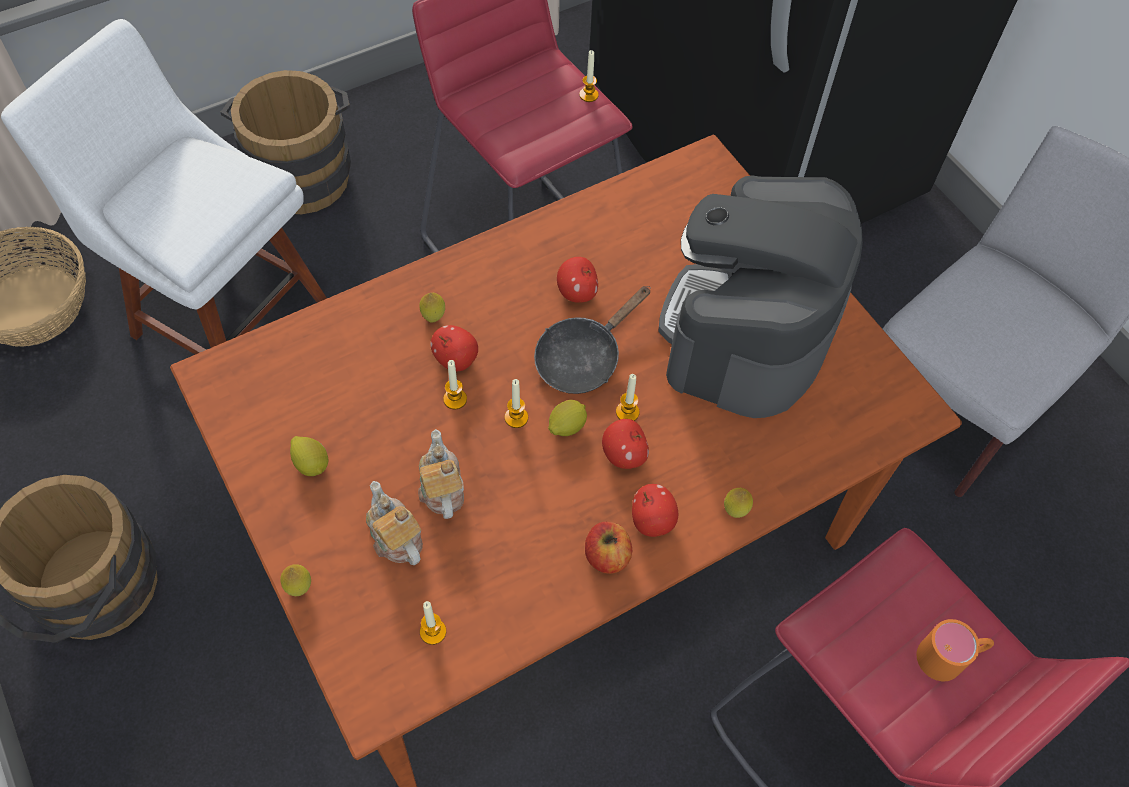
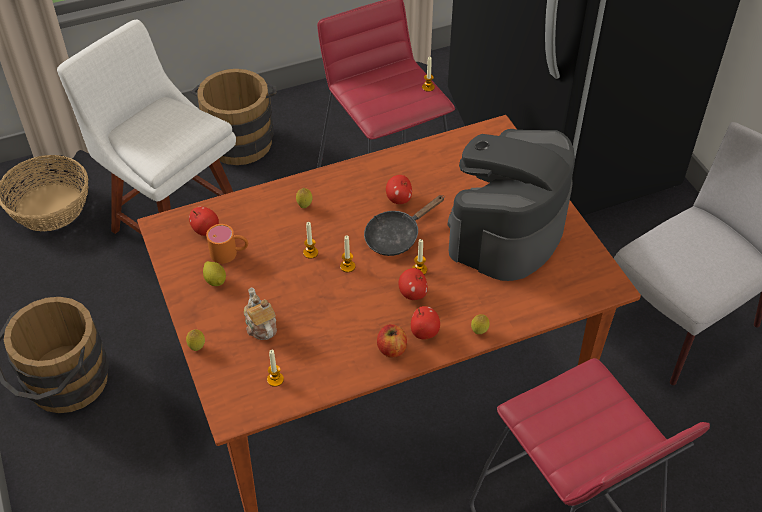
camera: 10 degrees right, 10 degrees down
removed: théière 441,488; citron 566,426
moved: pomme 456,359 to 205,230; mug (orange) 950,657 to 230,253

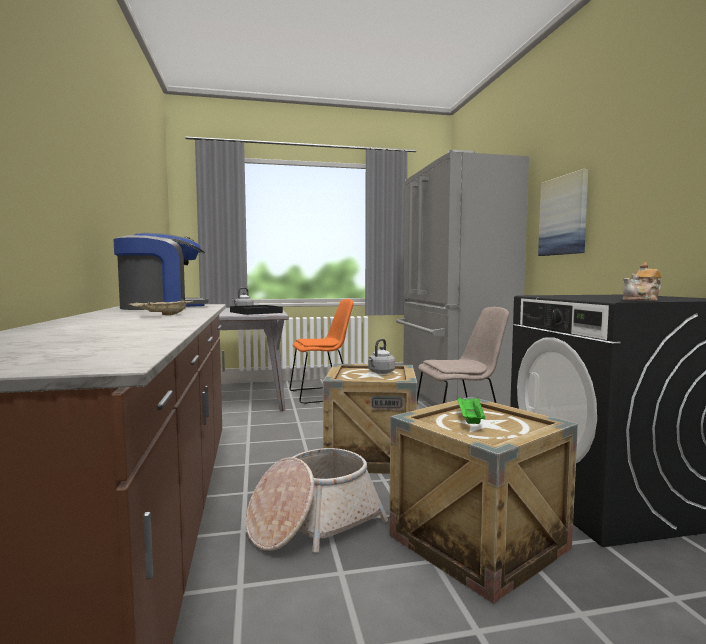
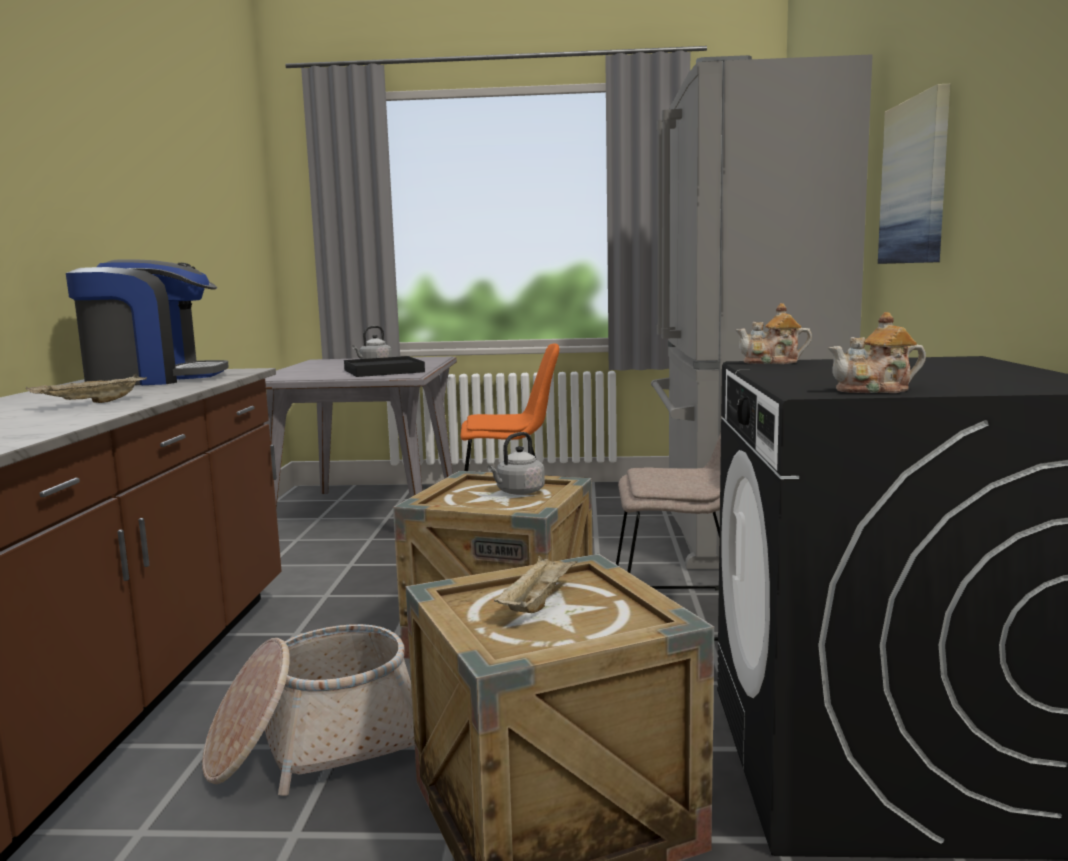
camera: 15 degrees right, 5 degrees up
added: théière 772,362
recoloured: plateau (vert) 470,420 to plateau (beige) 537,602

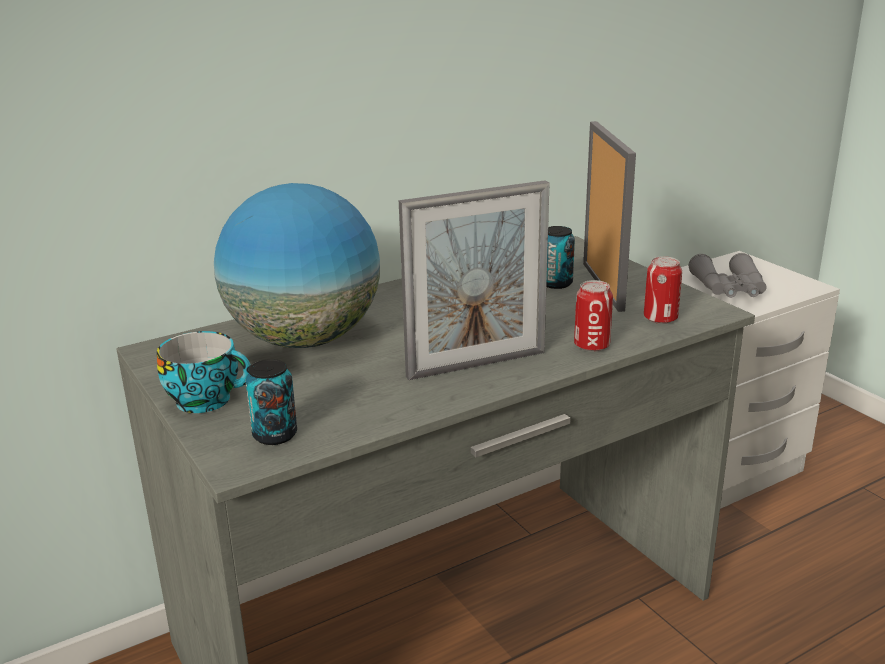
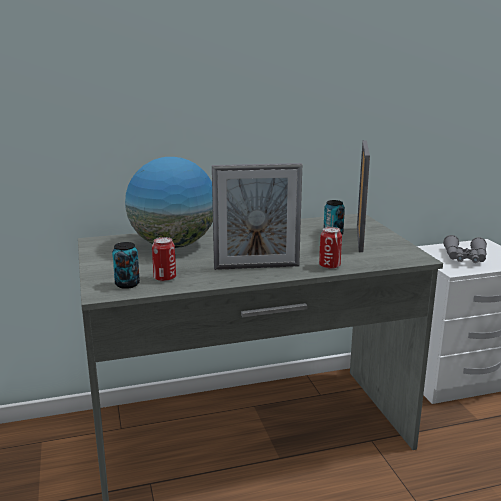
camera: 15 degrees right, 5 degrees down
removed: tasse 208,399
moved: boîte métallique 660,318 to 165,278

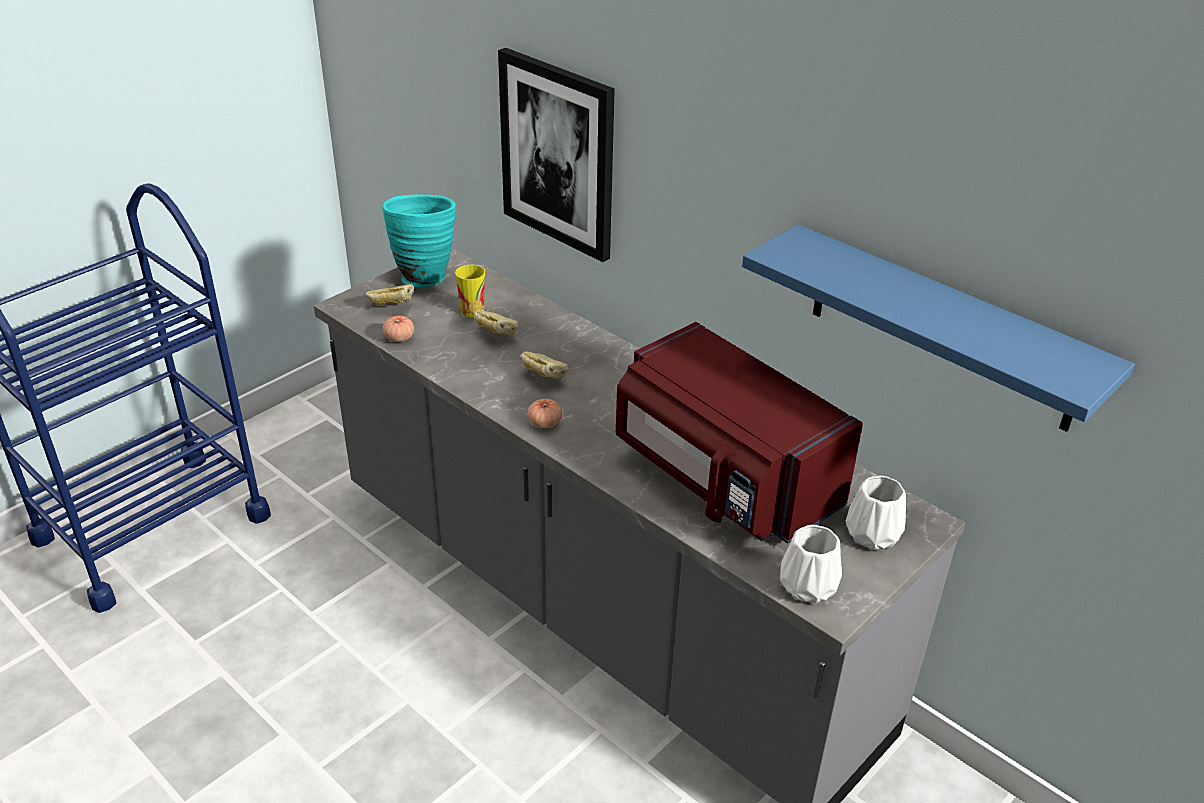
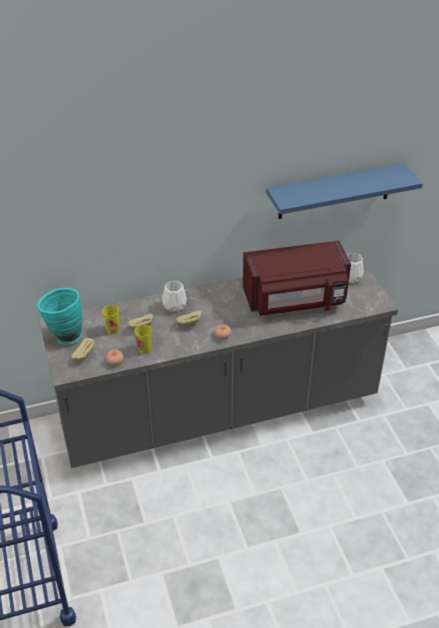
camera: 60 degrees left, 5 degrees up
removed: tableau 558,154
added: tasse 144,349
moved: vase (blanc) 808,585 to 174,305

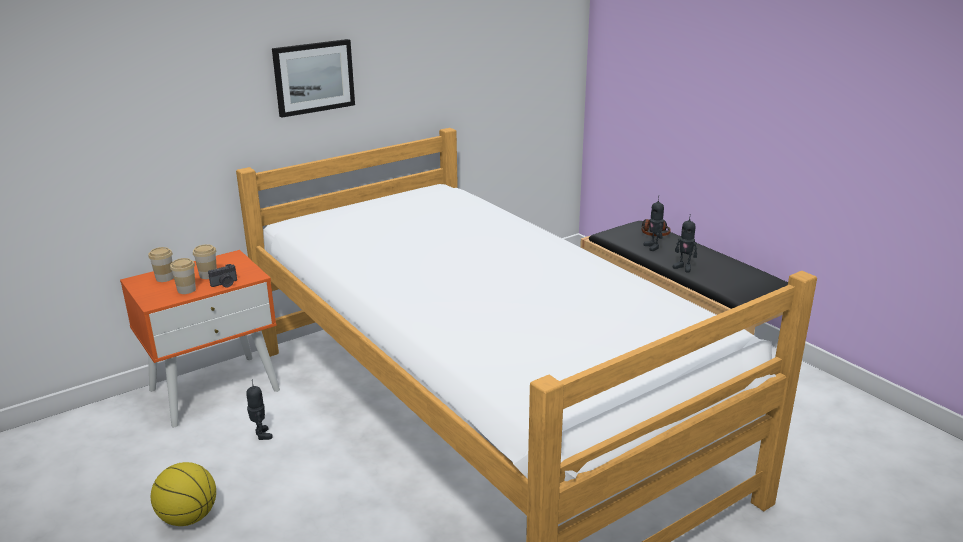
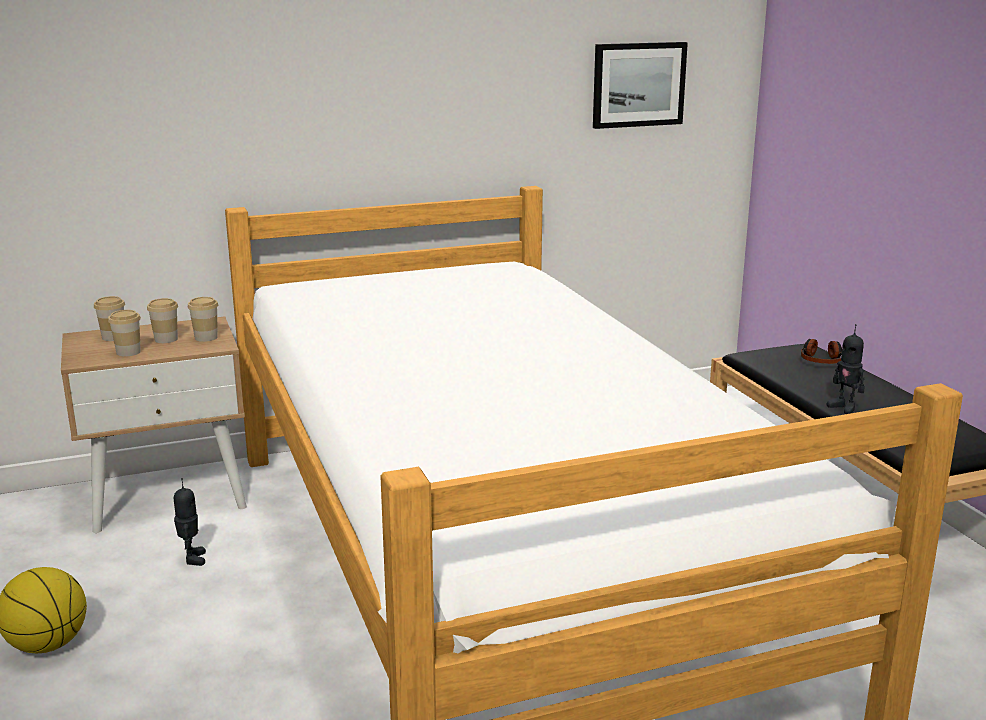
camera: 15 degrees right, 5 degrees down
removed: appareil photo 225,284; robot jouet 653,247
added: tasse 206,337
moved: tableau 313,77 to 638,84
recoloured: table de chevet (orange) 215,389 to table de chevet (beige) 168,495

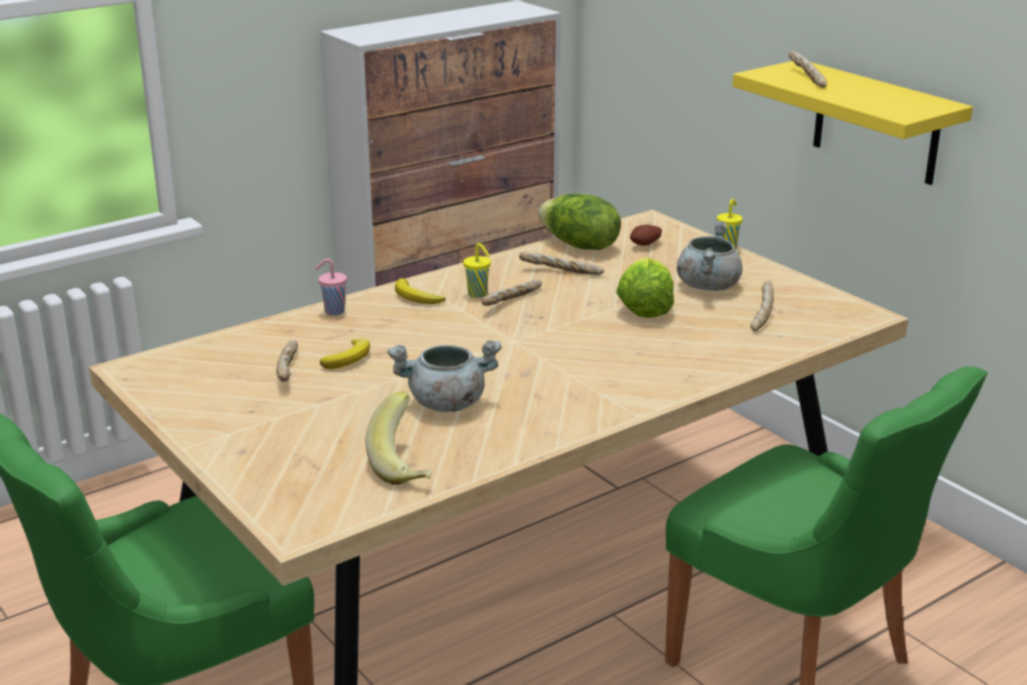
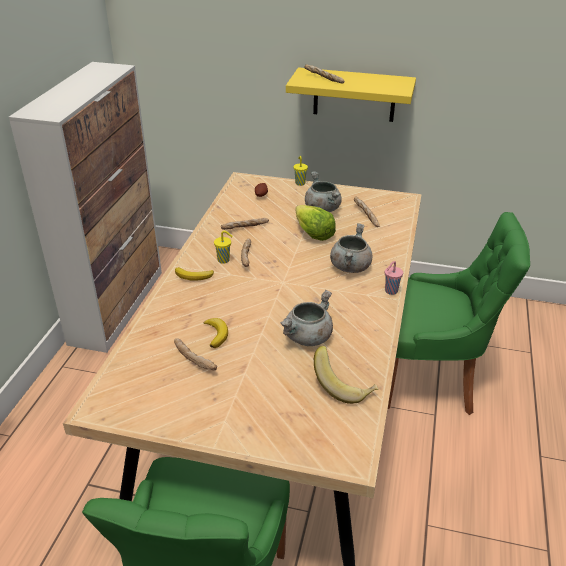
camera: 40 degrees left, 10 degrees up
removed: laitue 579,245
added: marmite (gris) 350,266
moved: tasse (rose) 333,311 to 390,291

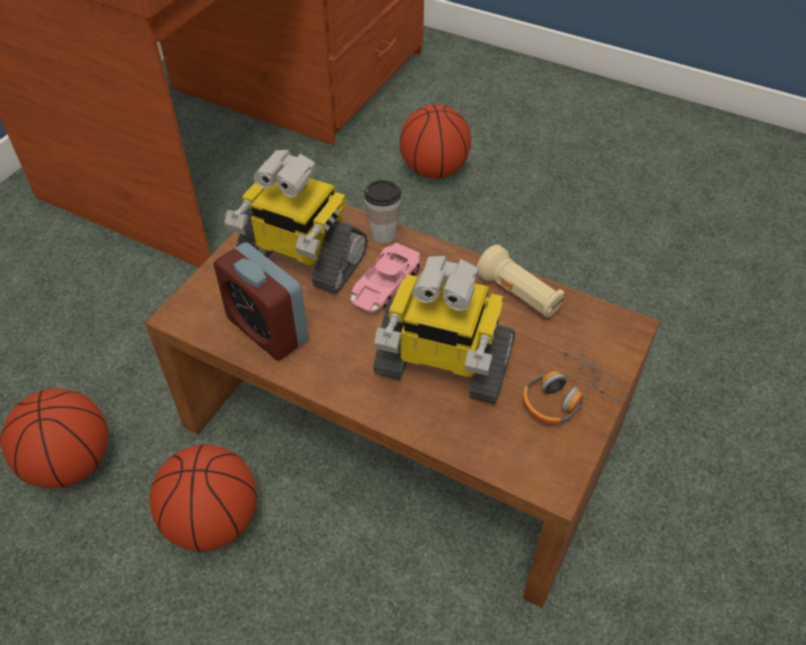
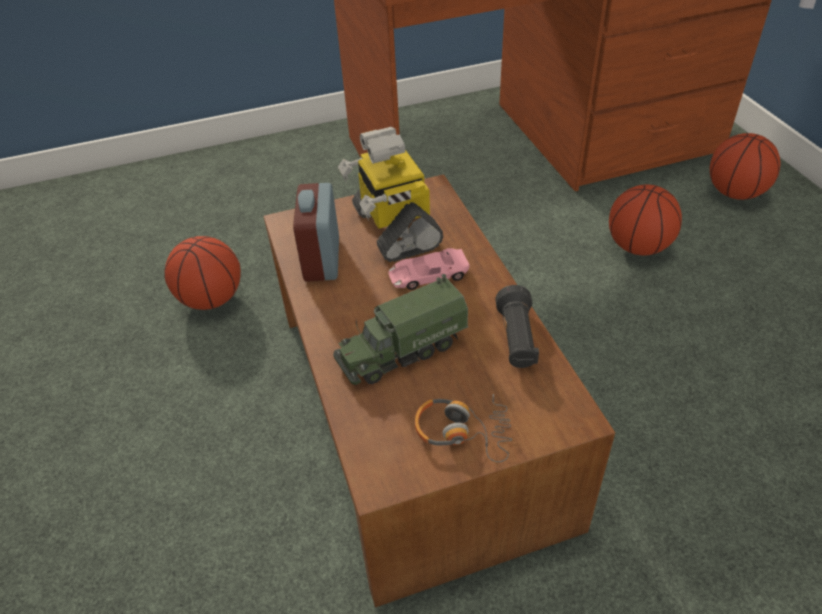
camera: 45 degrees right, 5 degrees down
removed: tasse 383,234
moved: ballon de basket 212,522 to 734,193
replaced: robot jouet 442,365 to camion jouet 401,350
recoloured: lampe de poche (beige) 519,295 to lampe de poche (noir) 516,340

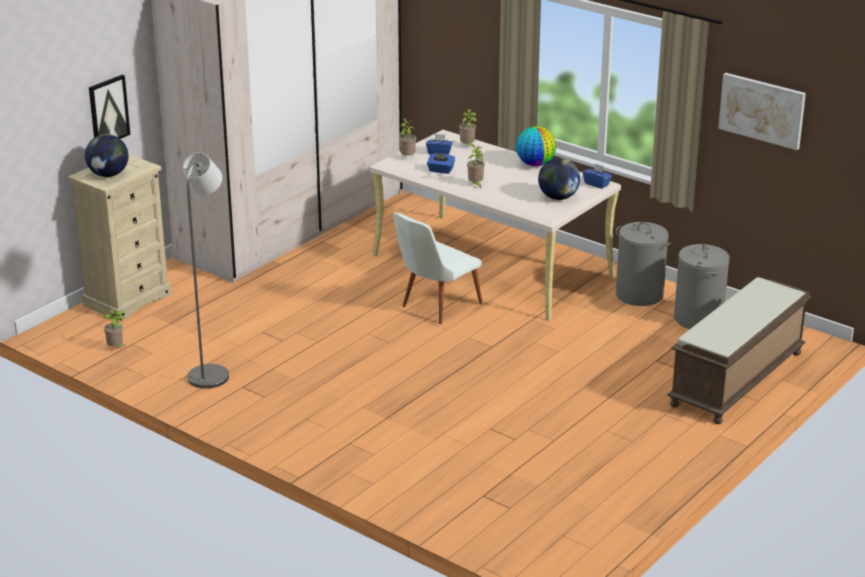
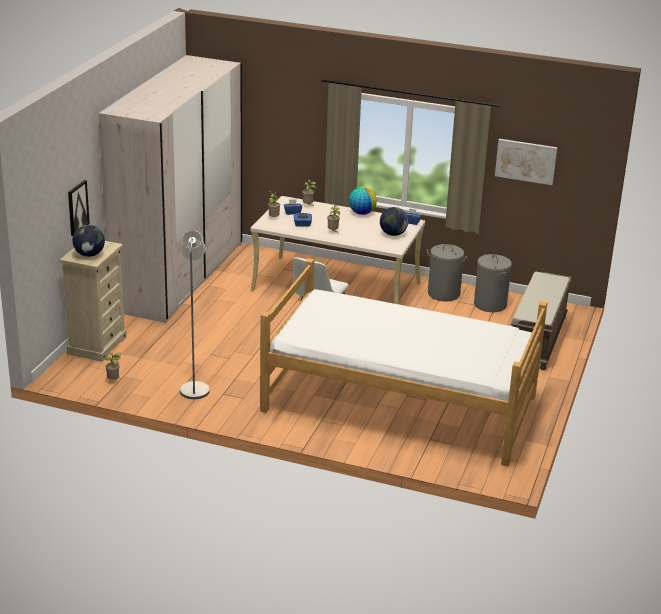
camera: 20 degrees left, 0 degrees up
added: lit 400,404

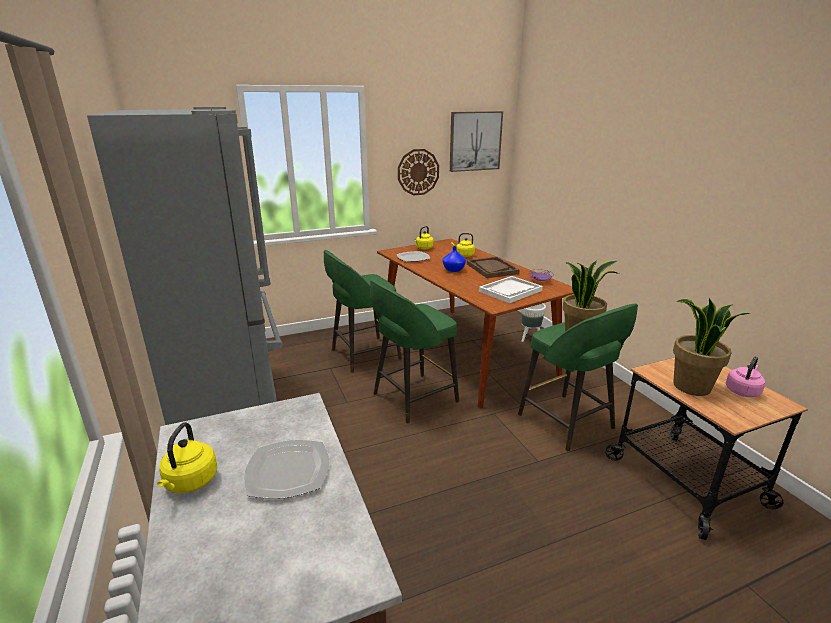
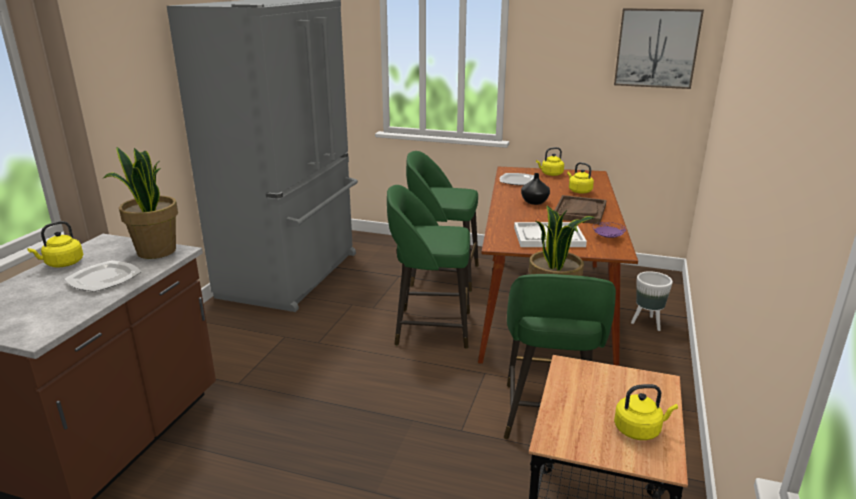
camera: 40 degrees right, 0 degrees up
removed: horloge murale 418,172
moved: plante en pot 691,387 to 155,251
recoloured: vase (bleu) 453,270 to vase (noir) 534,202; bouilloire (rose) 742,391 to bouilloire (jaune) 639,430

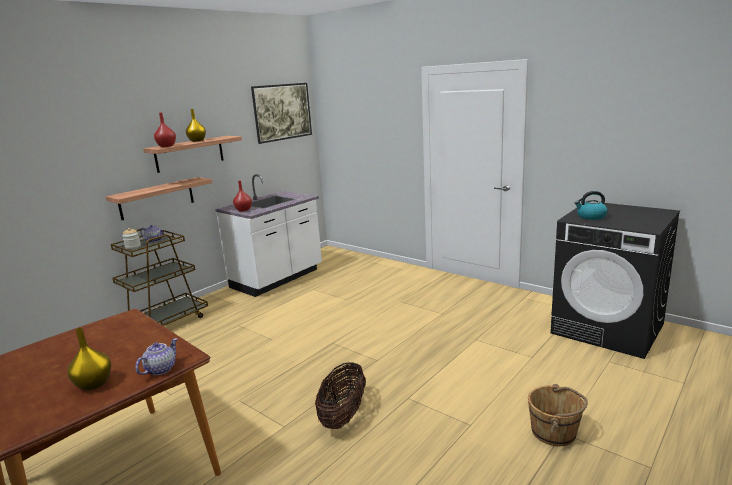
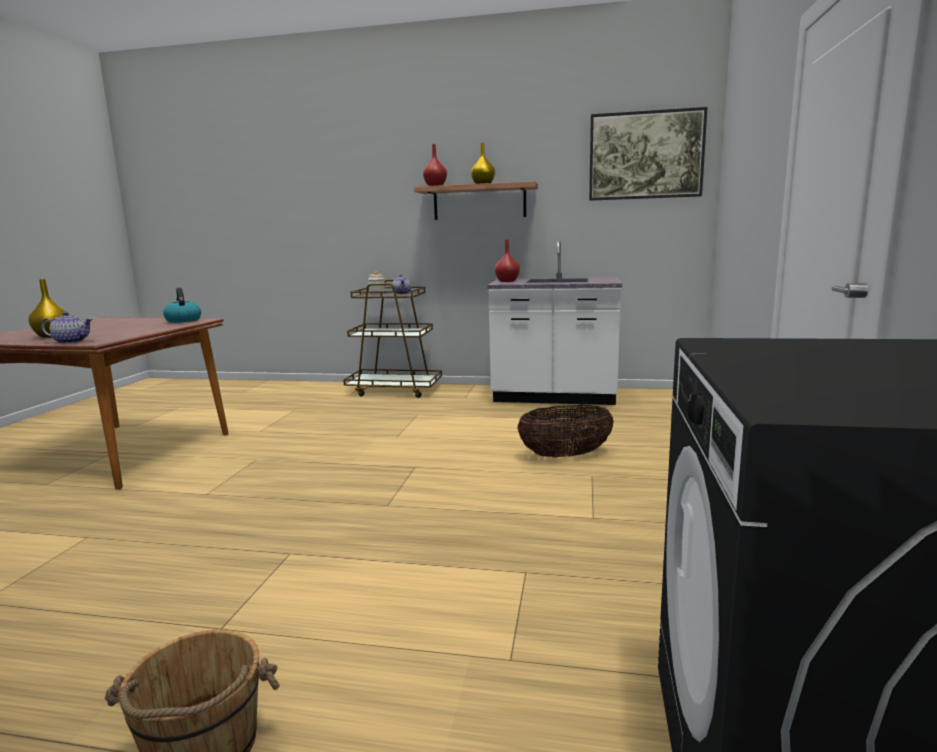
camera: 60 degrees right, 5 degrees down
removed: étagère 156,198
moved: bouilloire 591,217 to 183,320; panier 343,415 to 565,455

